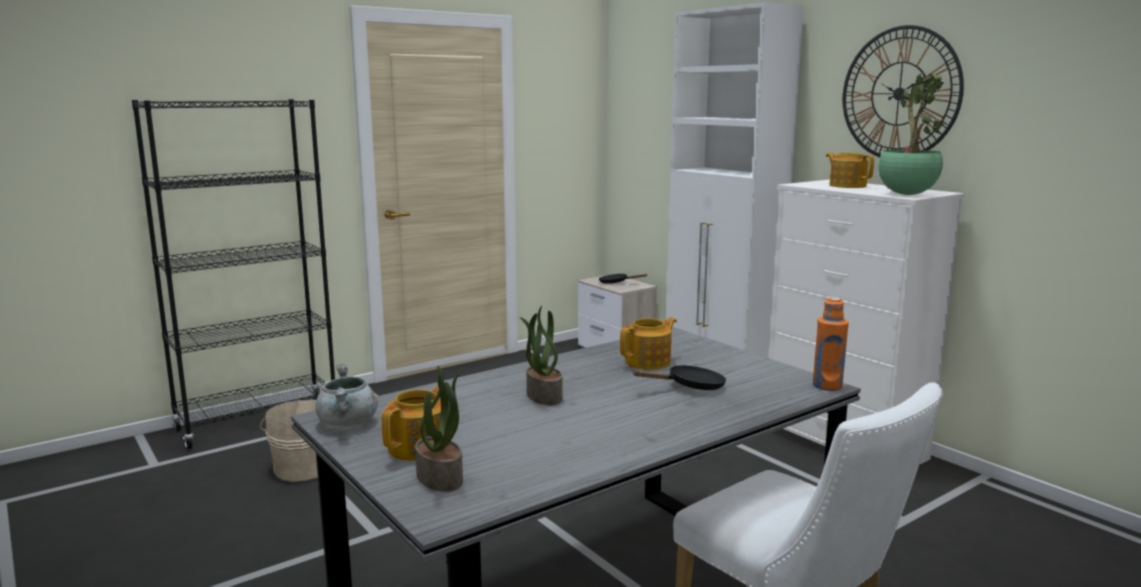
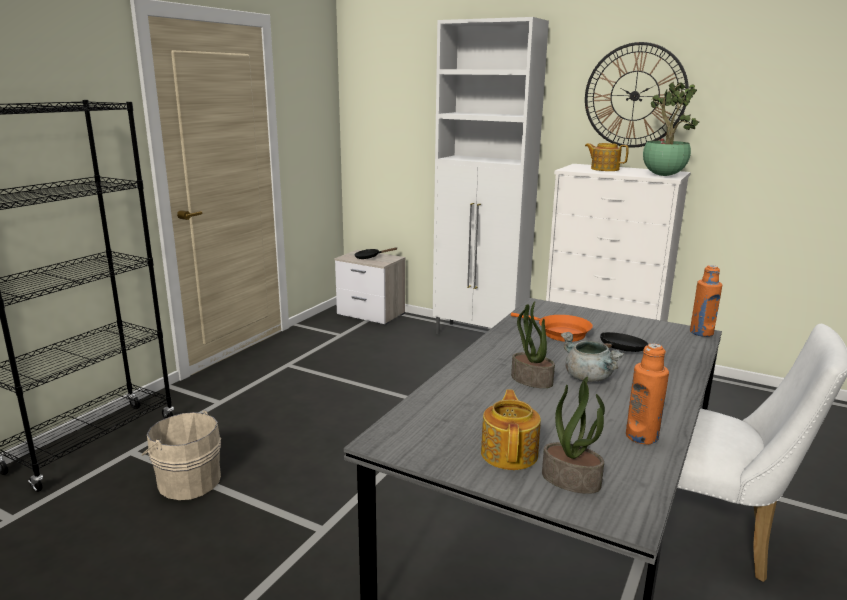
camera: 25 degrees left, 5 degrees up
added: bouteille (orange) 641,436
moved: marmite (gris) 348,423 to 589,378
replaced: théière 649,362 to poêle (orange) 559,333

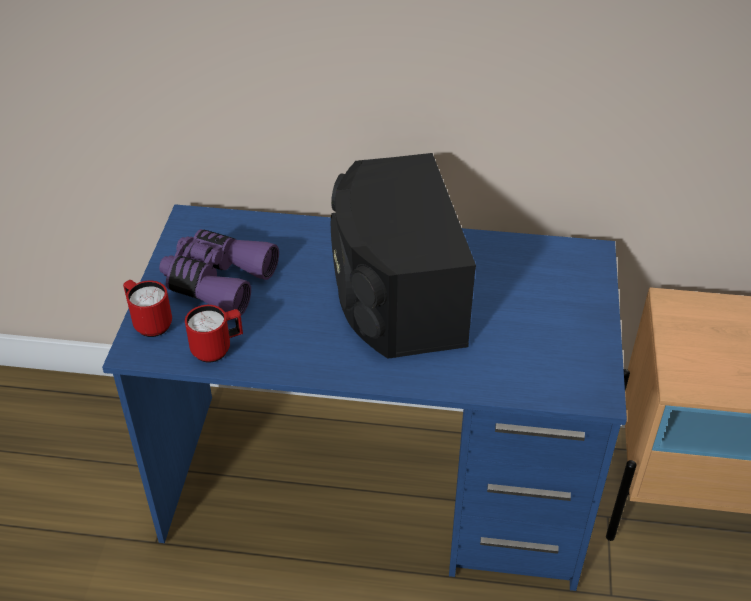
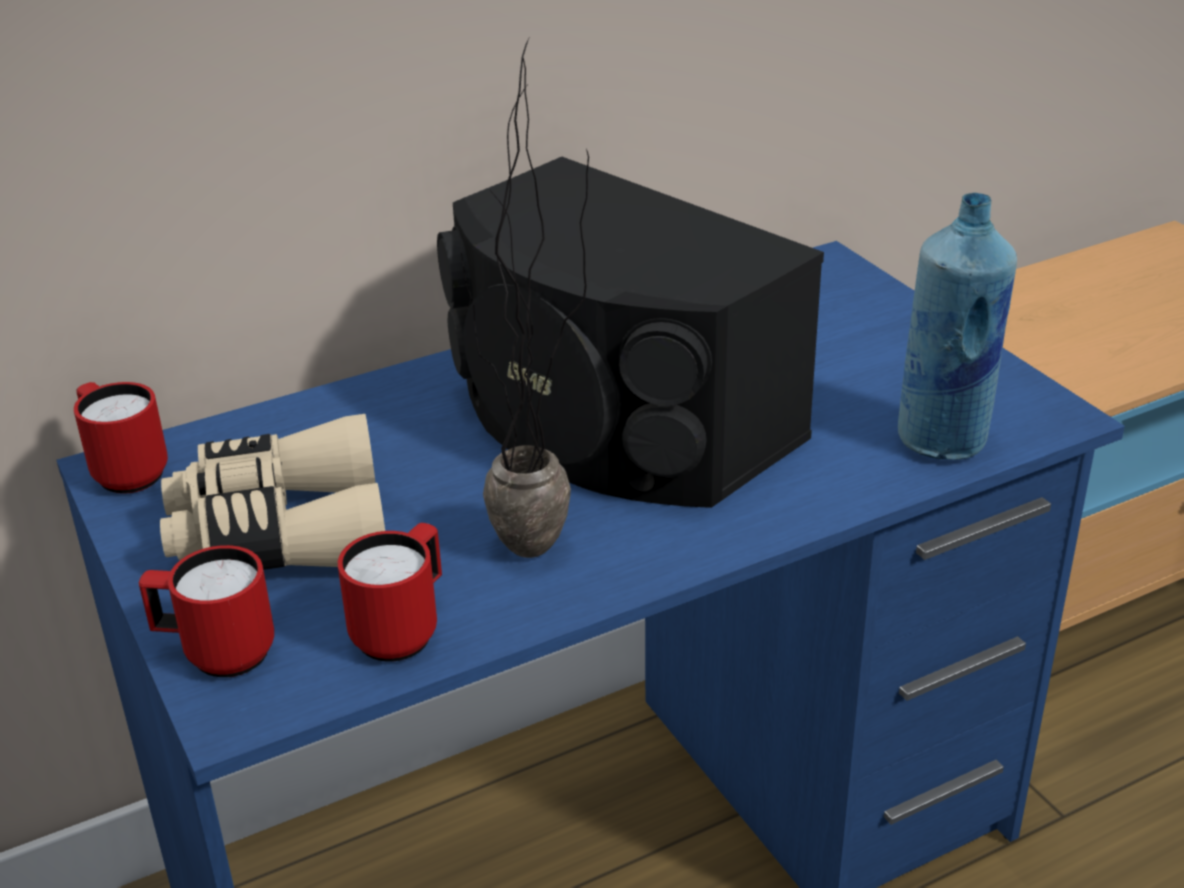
camera: 35 degrees left, 10 degrees down
added: mug (rouge) 125,471; plante en pot 539,563; bouteille (bleu) 943,440
recoloured: jumelles (violet) 217,281 to jumelles (beige) 280,533

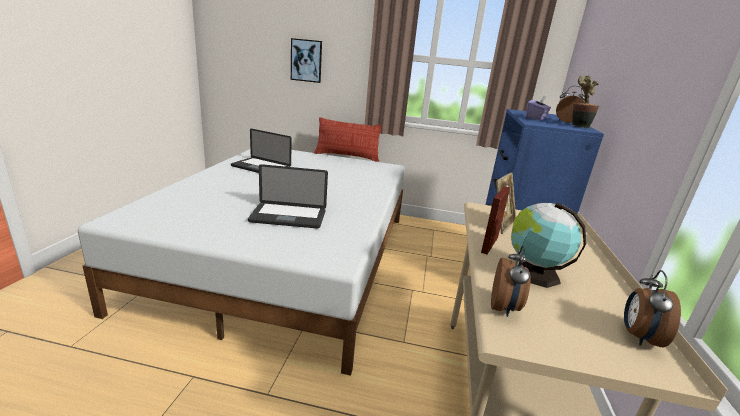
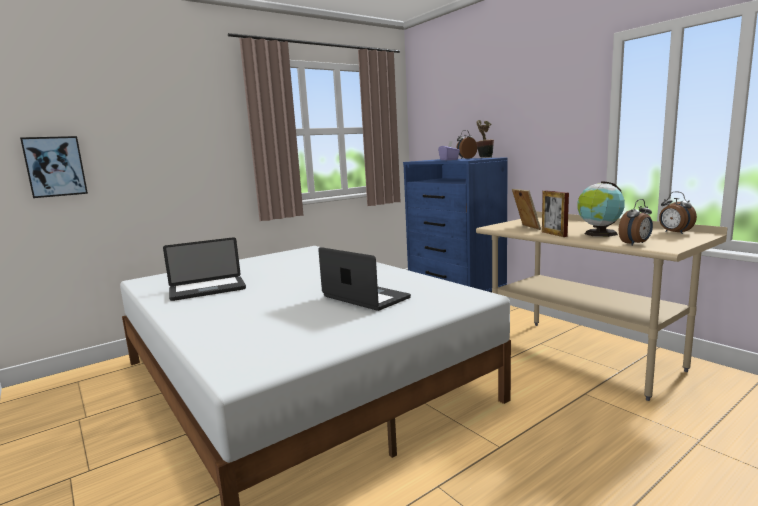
camera: 45 degrees left, 10 degrees down
removed: coussin 347,156
moved: tableau 306,60 to 55,166
turned: ordinateur portable 288,217 = 365,297 90 degrees counterclockwise; réveil 504,308 = 636,244 90 degrees clockwise

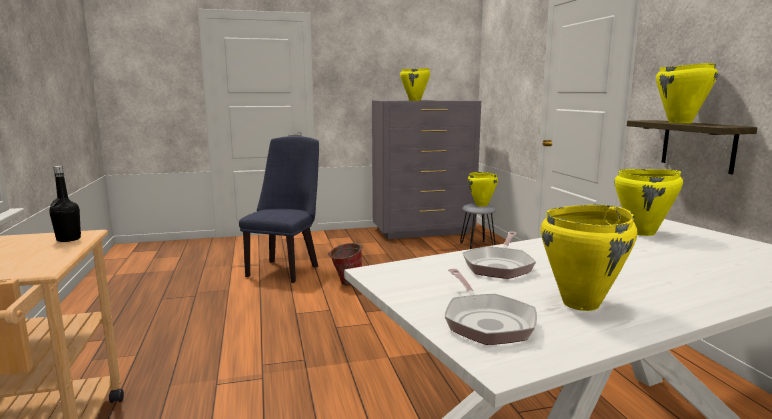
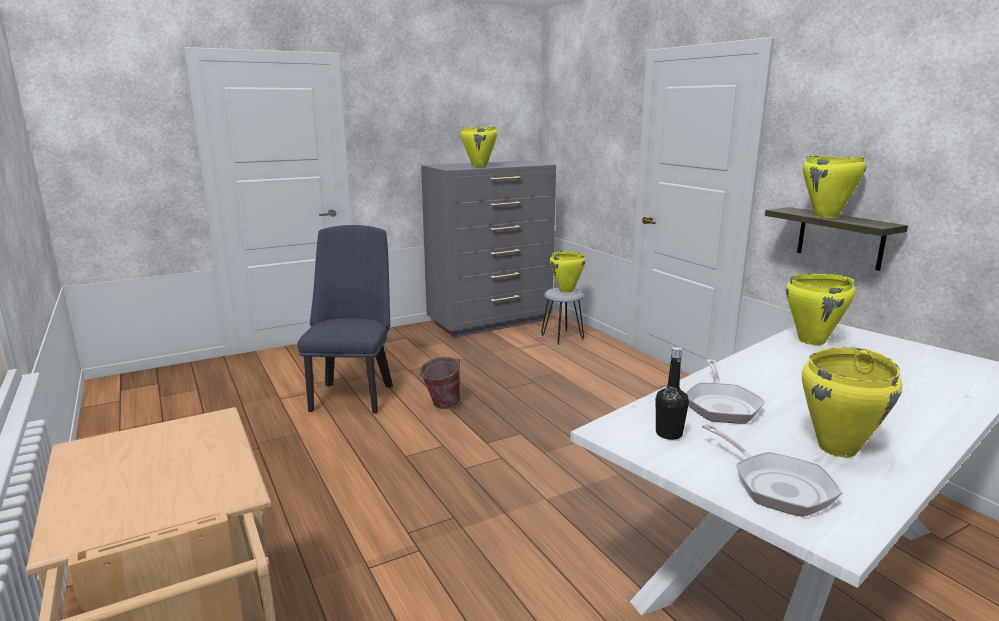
camera: 15 degrees left, 5 degrees up
moved: bouteille (noir) 68,239 to 669,434

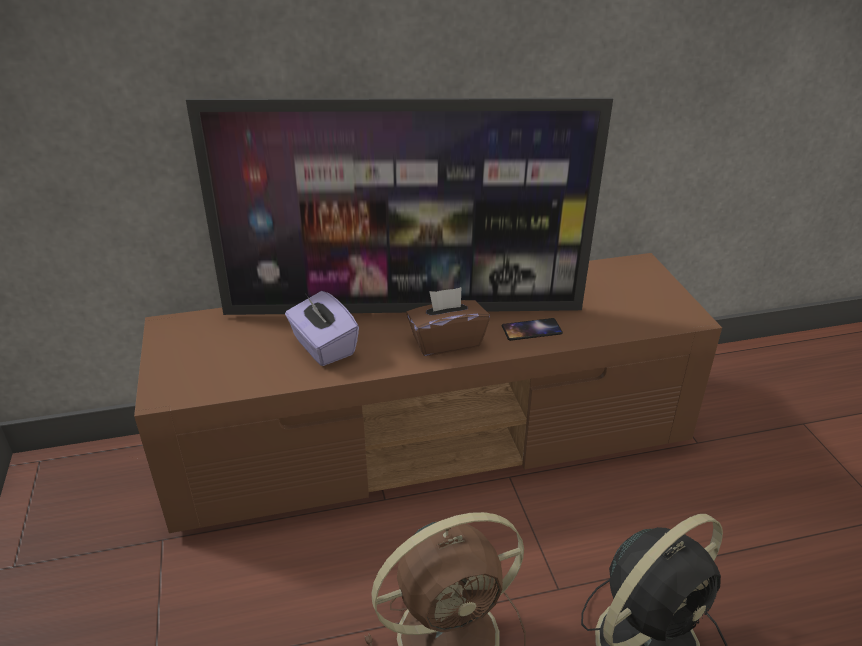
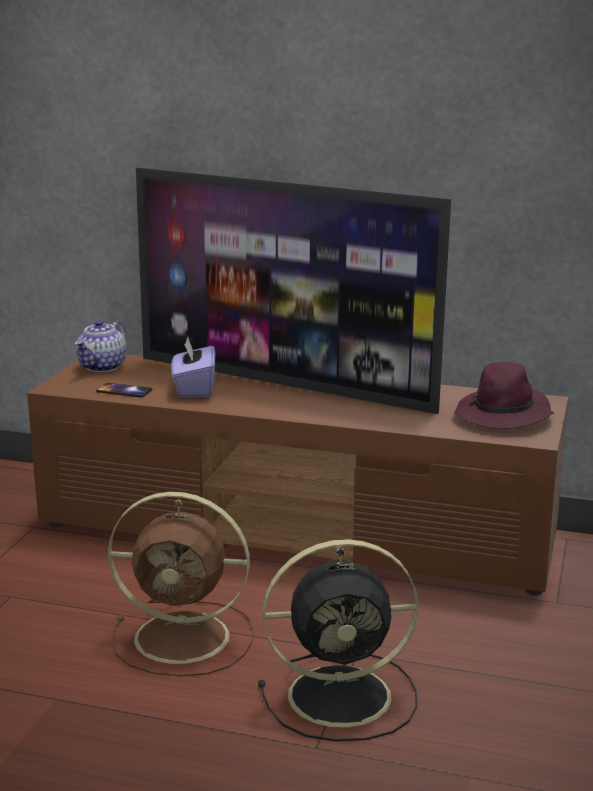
camera: 30 degrees right, 15 degrees down
removed: boîte à mouchoirs (marron) 446,341
added: théière 103,367; chapeau (violet) 503,416
moved: téléphone 531,330 to 124,391

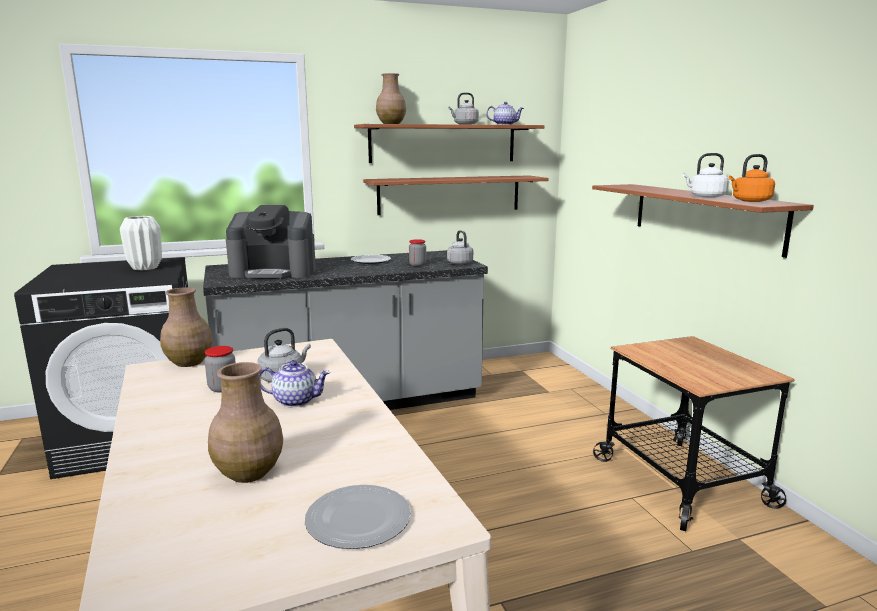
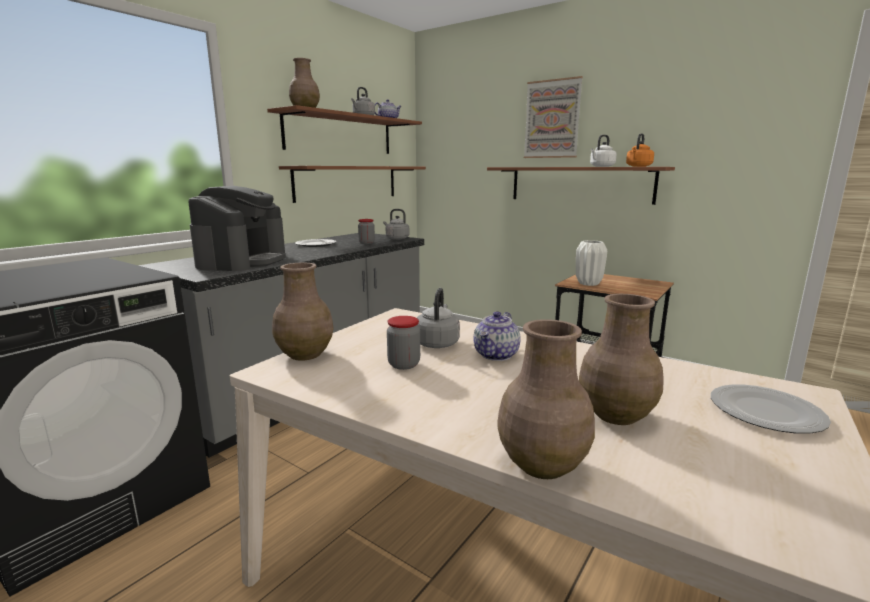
camera: 35 degrees left, 0 degrees up
added: vase (marron) 540,464; tableau 552,119
moved: vase (blanc) 145,268 to 588,283
turned: machine à café 274,272 = 243,261 45 degrees counterclockwise; théière 296,400 = 496,355 150 degrees clockwise

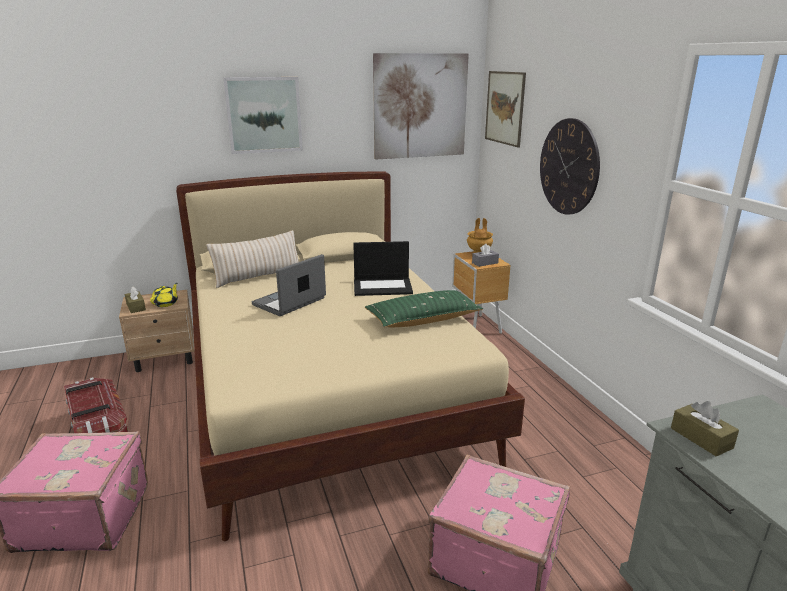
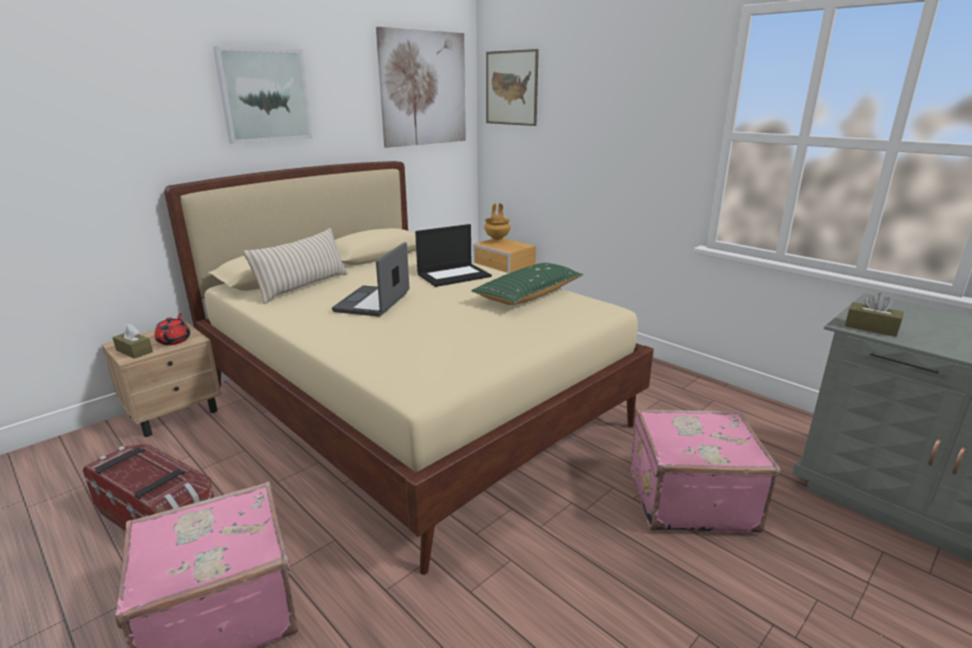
camera: 25 degrees left, 0 degrees up
removed: boîte à mouchoirs (gris) 485,263; horloge murale 569,167
recoloured: théière (jaune) 166,303 to théière (rouge) 174,340

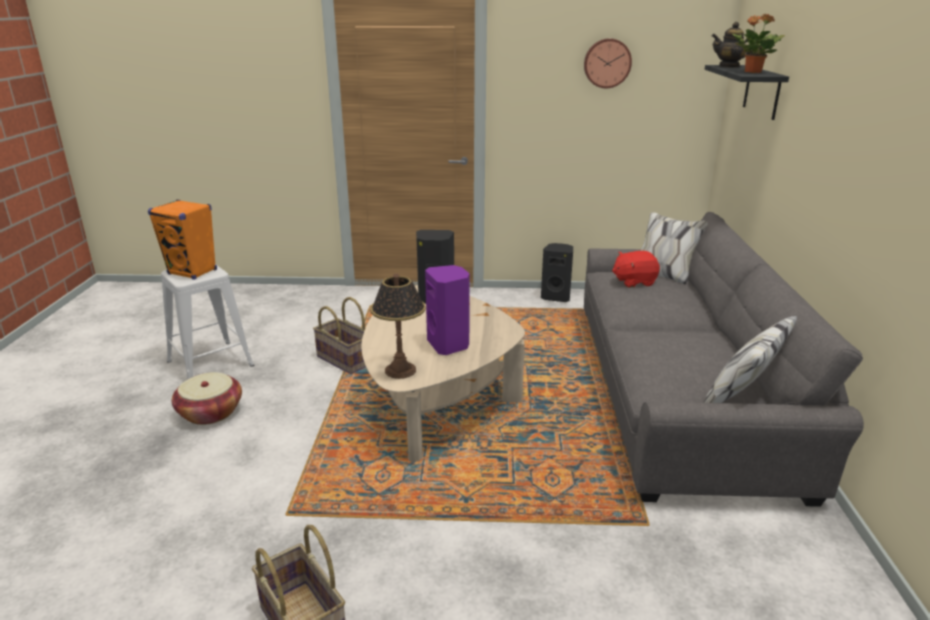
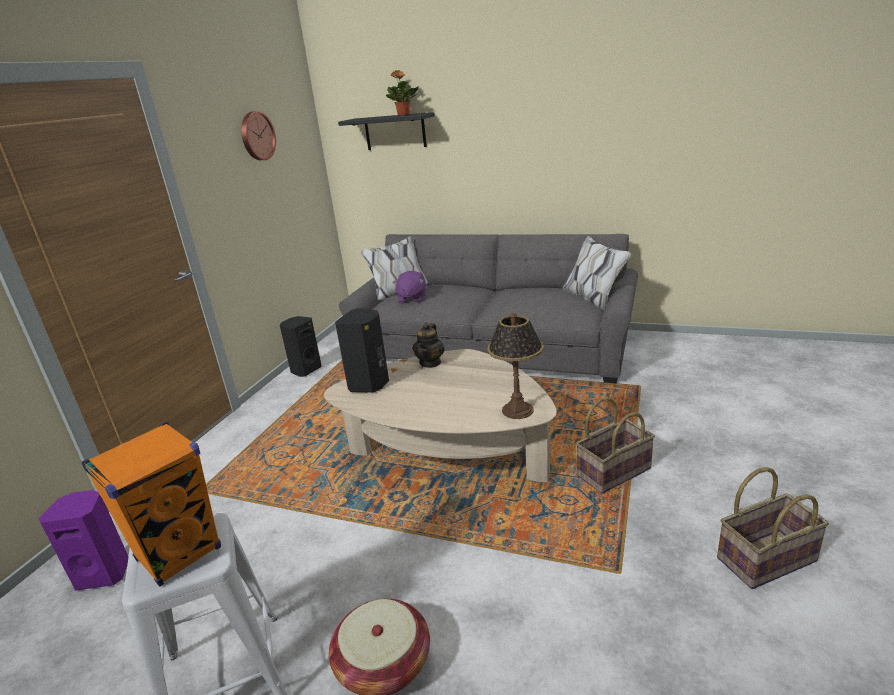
camera: 70 degrees left, 0 degrees up
moved: enceinte (violet) 449,345 to 104,573; théière 729,66 to 430,362; panier 346,360 to 613,471
recoloured: peluche (rouge) 634,282 to peluche (violet) 411,299

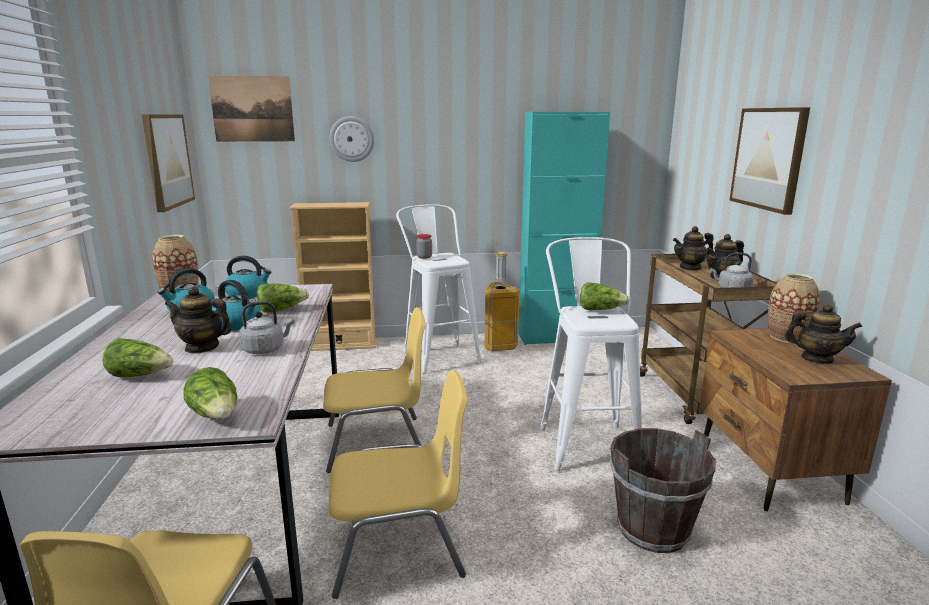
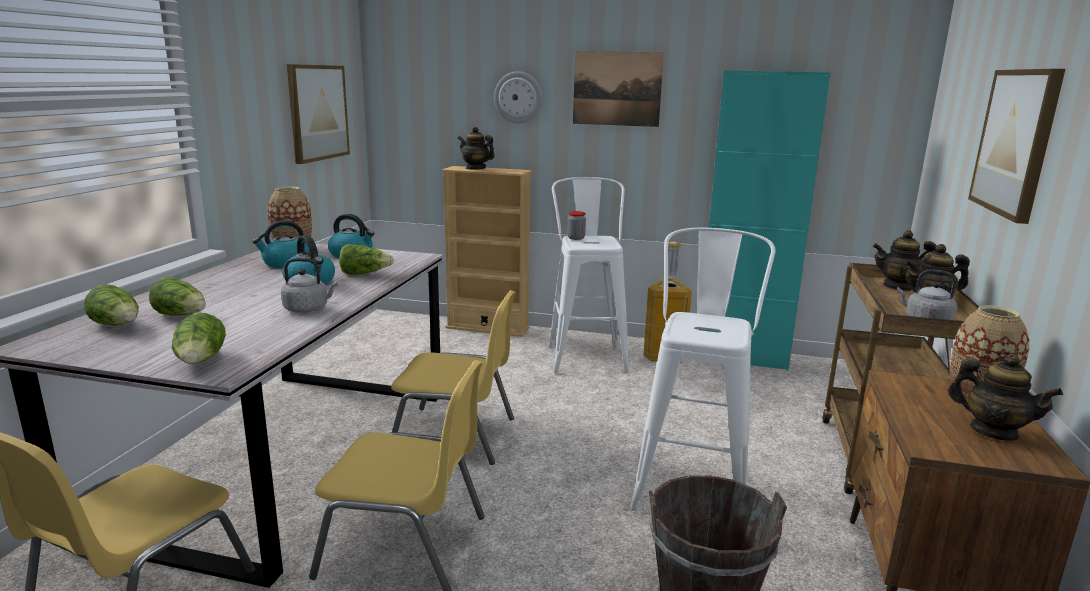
camera: 20 degrees right, 0 degrees up
moved: laitue 600,310 to 118,325; théière 202,347 to 475,168; tableau 252,109 to 617,89

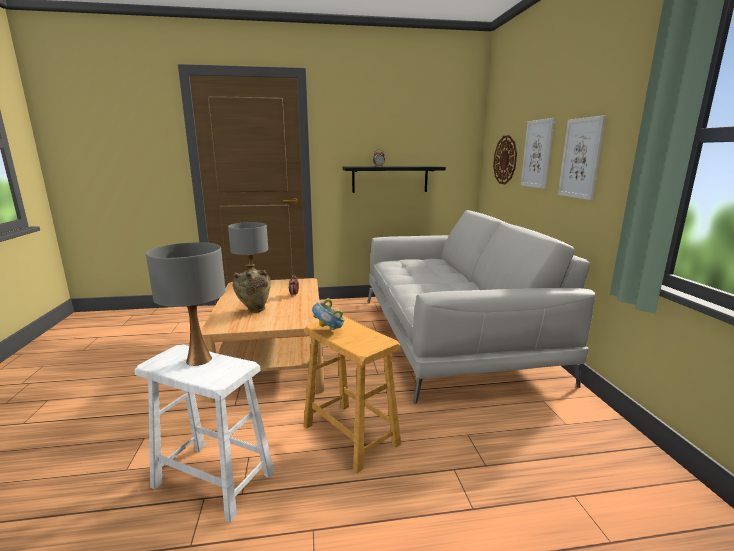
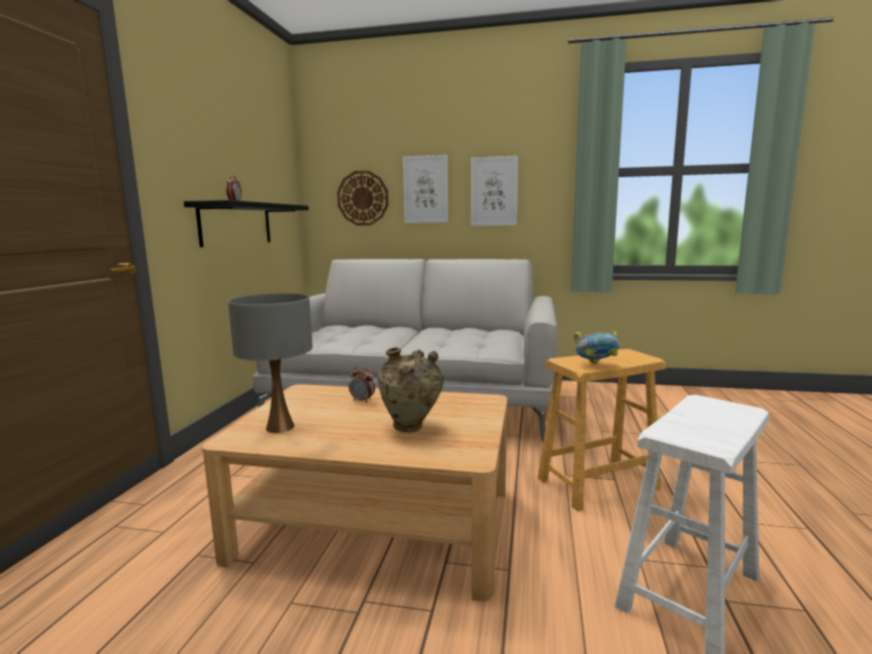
camera: 70 degrees left, 5 degrees down
removed: lampe de table (gris) 199,359

